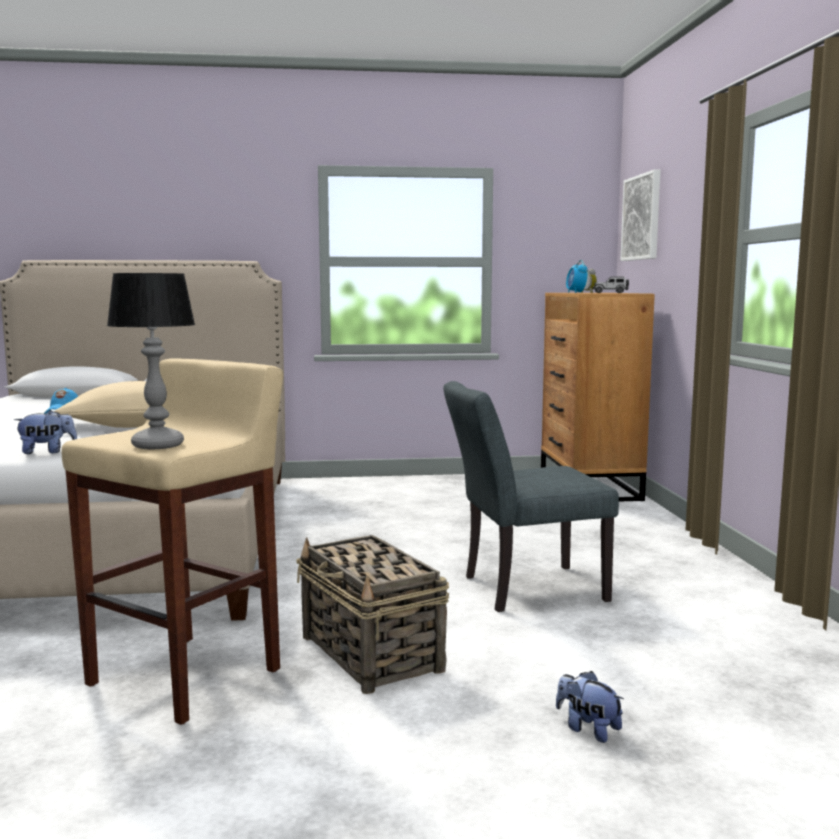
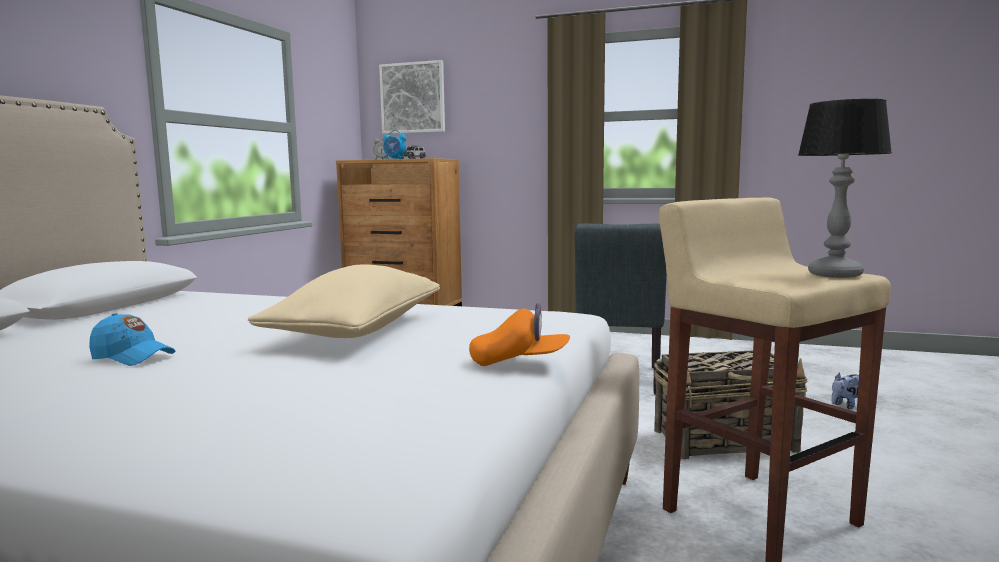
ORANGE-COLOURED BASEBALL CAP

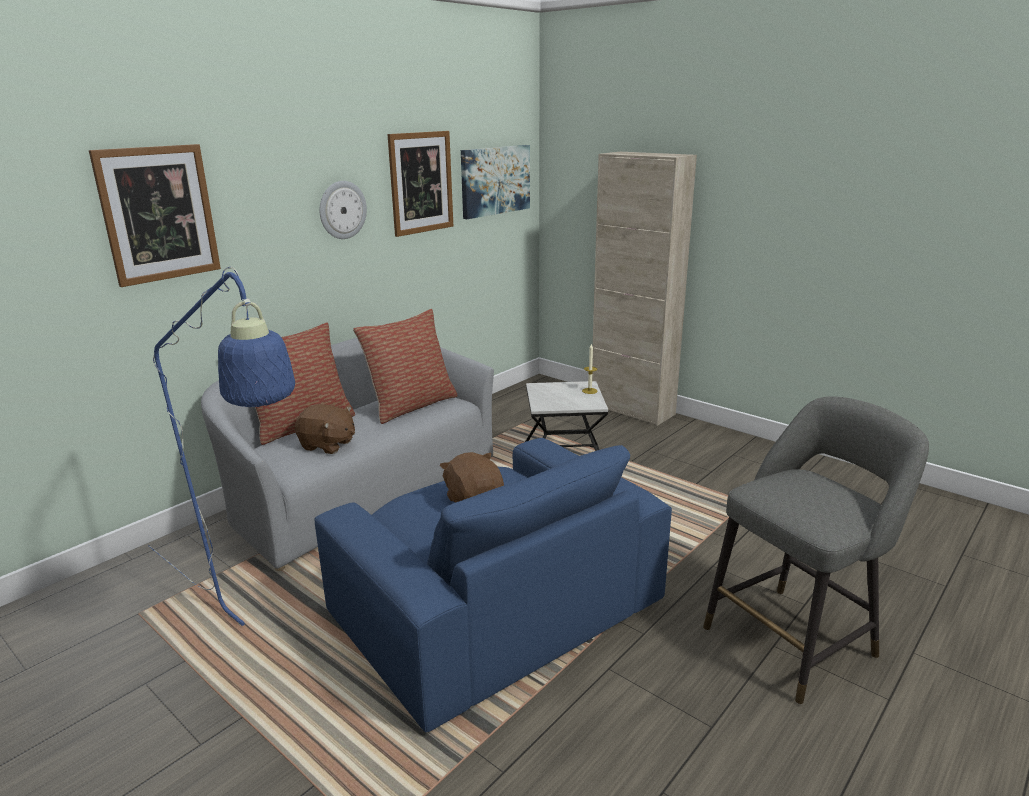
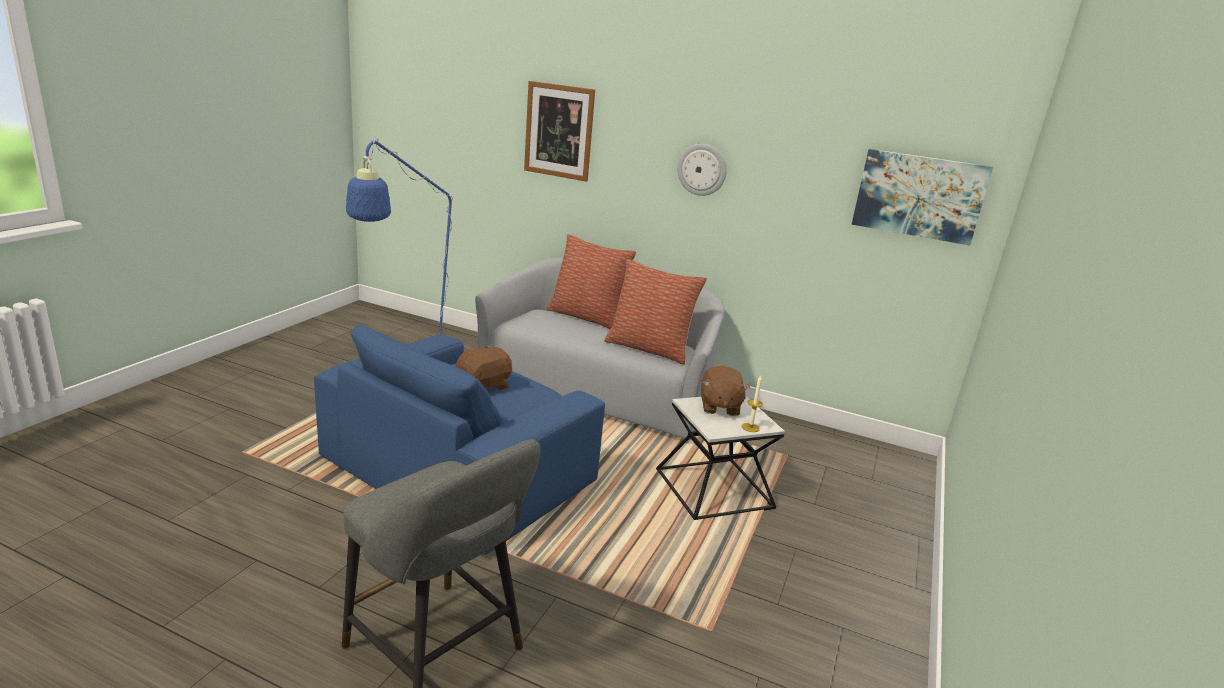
BROWN-COLOURED PLUSH TOY (no. 2 from left)
WALL PICTURE (no. 2 from left in the first image)
BEIGE-COLOURED CUPBOARD

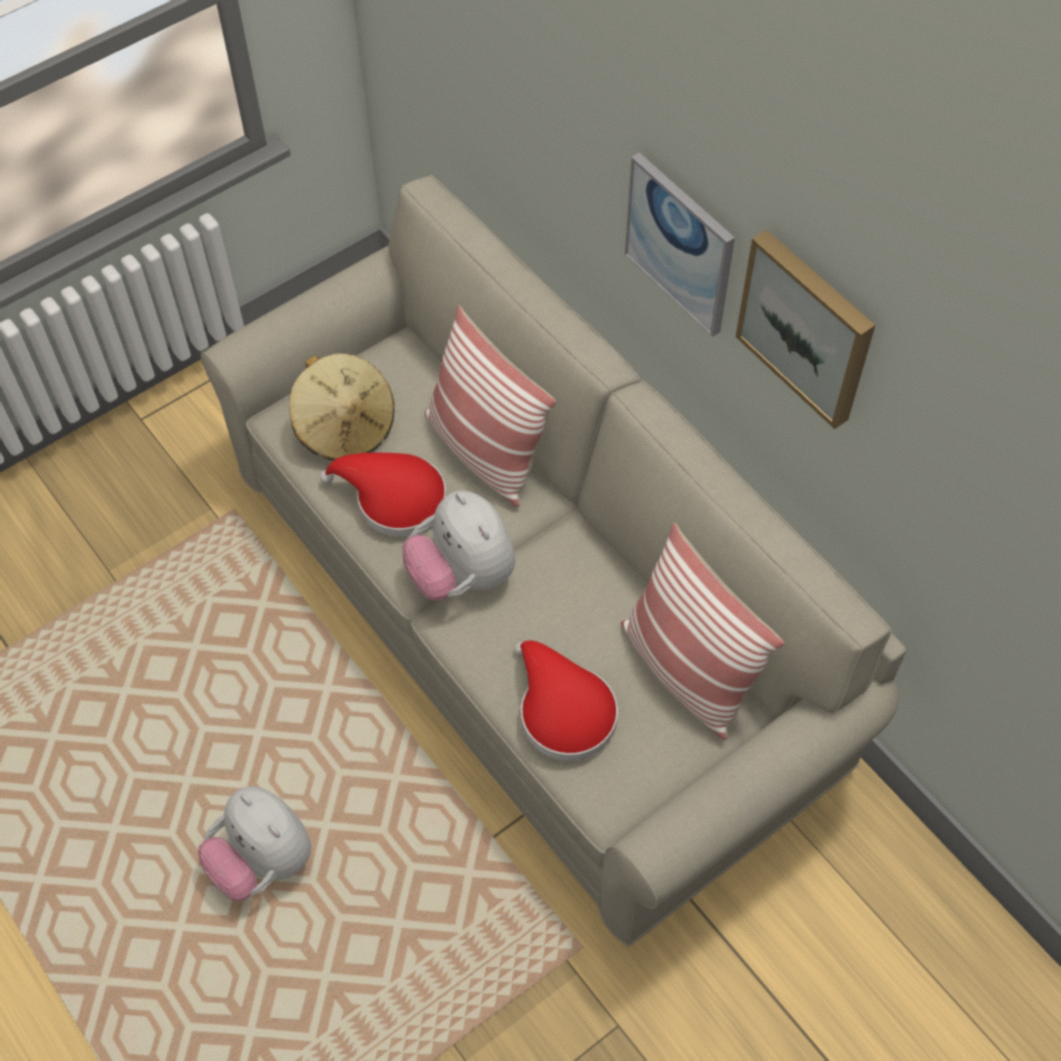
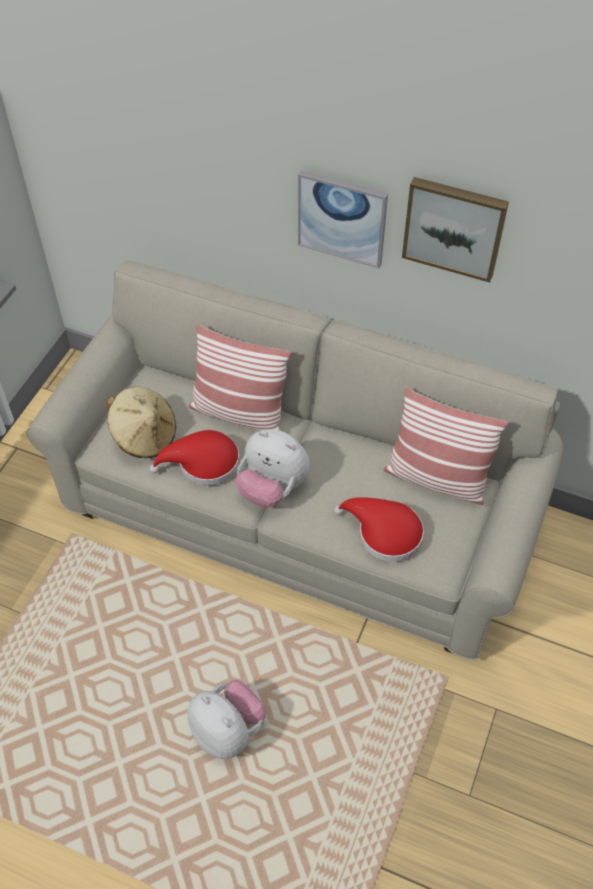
PLUSH TOY (no. 1 from left)

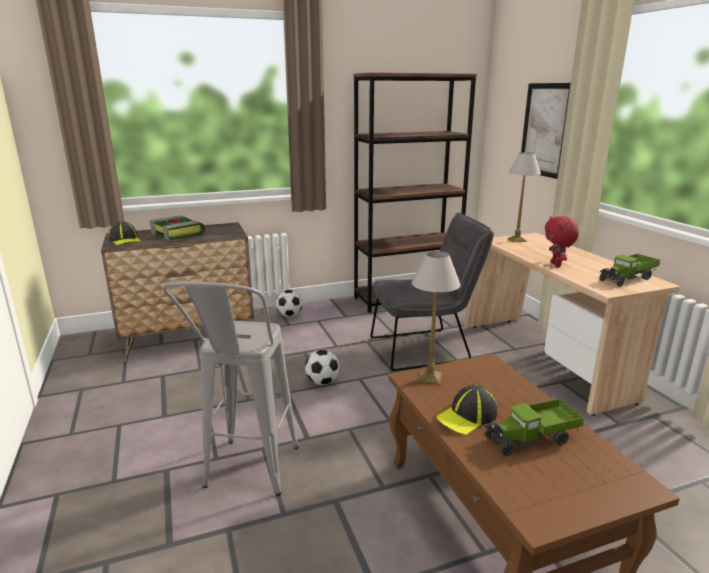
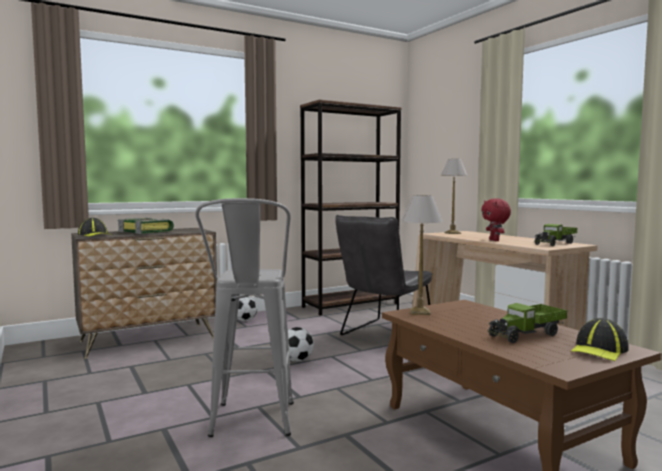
GREY CHAIR
BASEBALL CAP (no. 2 from left)
WALL PICTURE

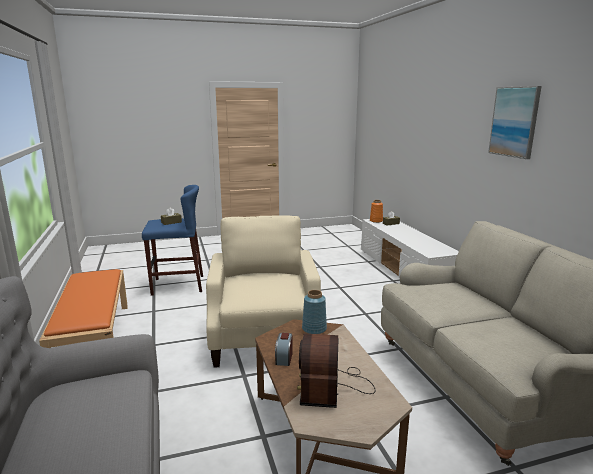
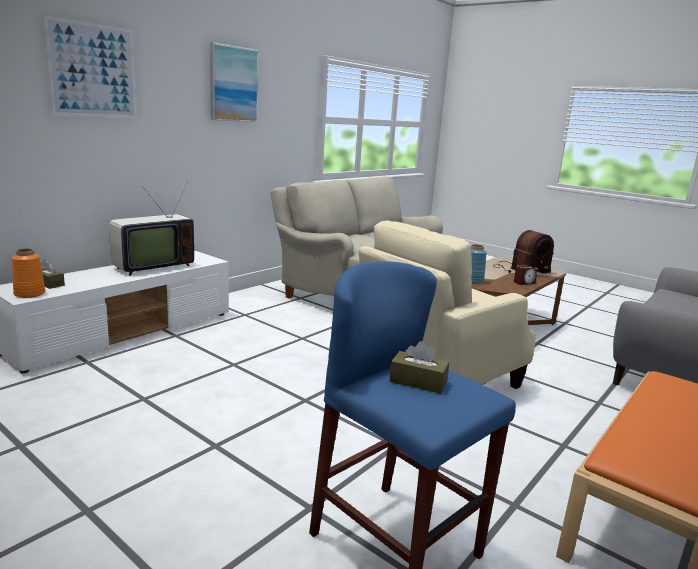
WALL PICTURE (no. 1 from left)
TV

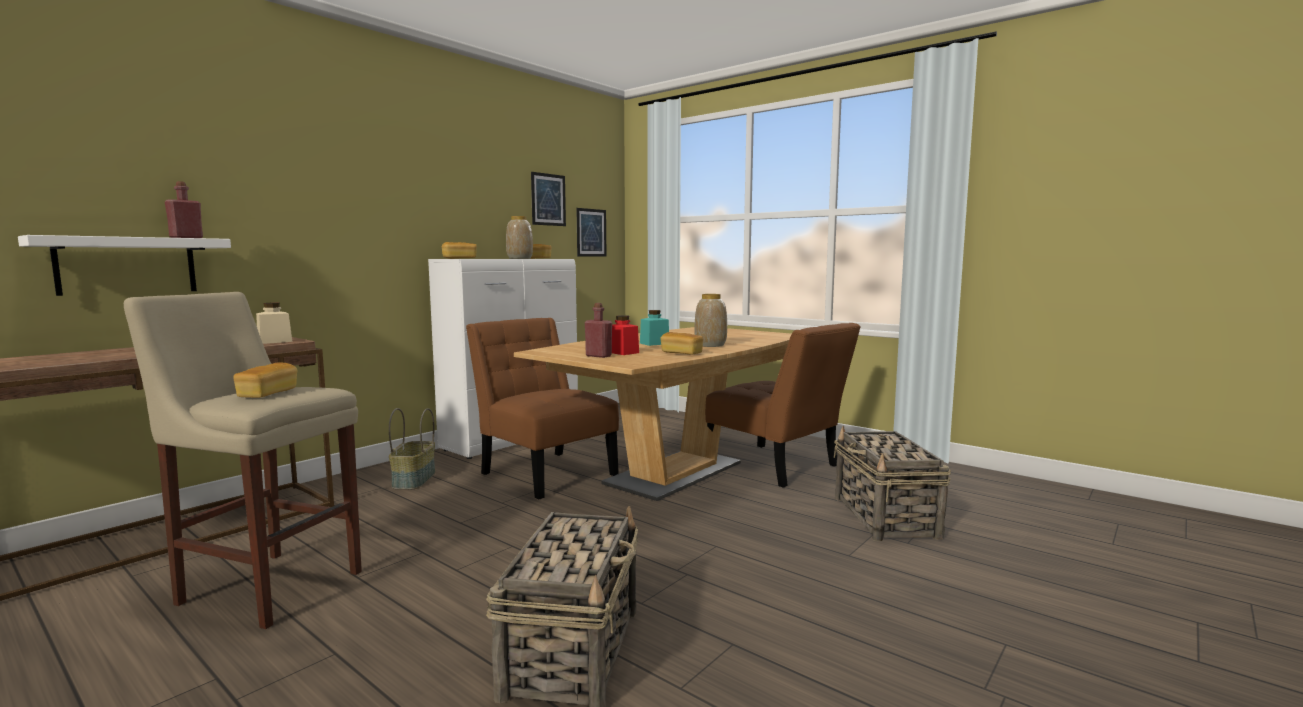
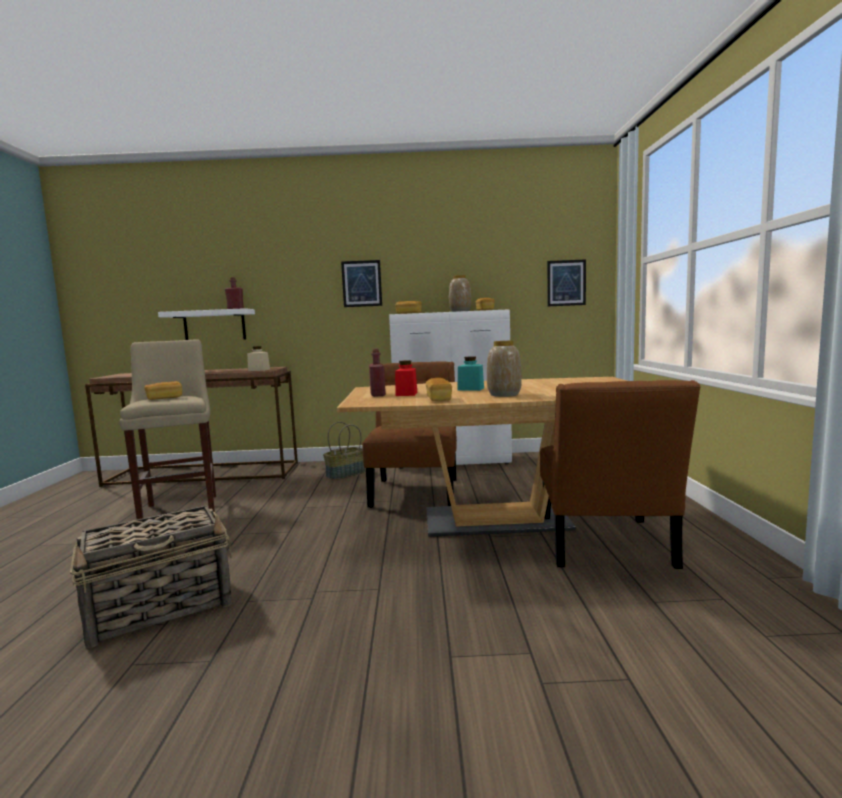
WALL PICTURE (no. 1 from left)
STORAGE BASKET (no. 3 from left in the first image)

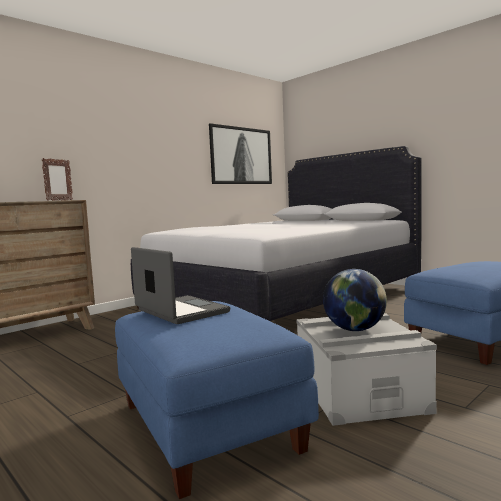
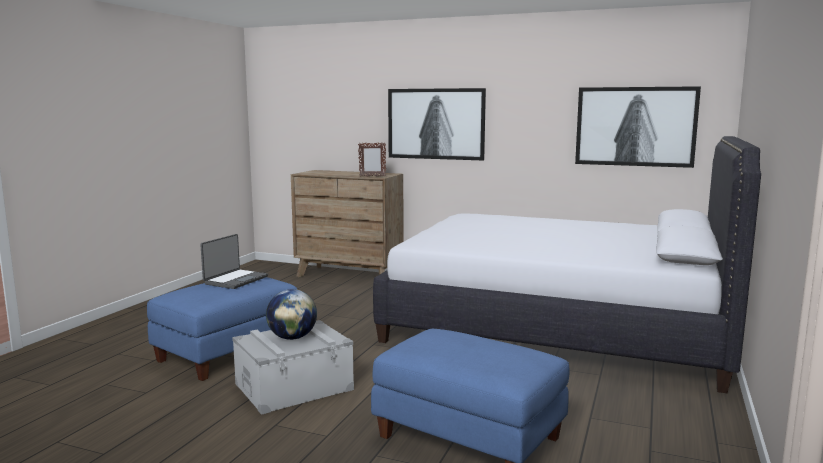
WALL PICTURE (no. 1 from left)

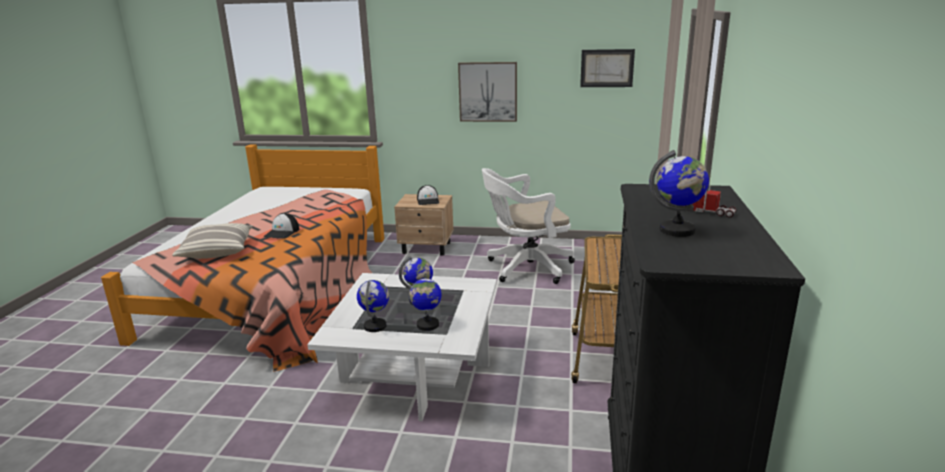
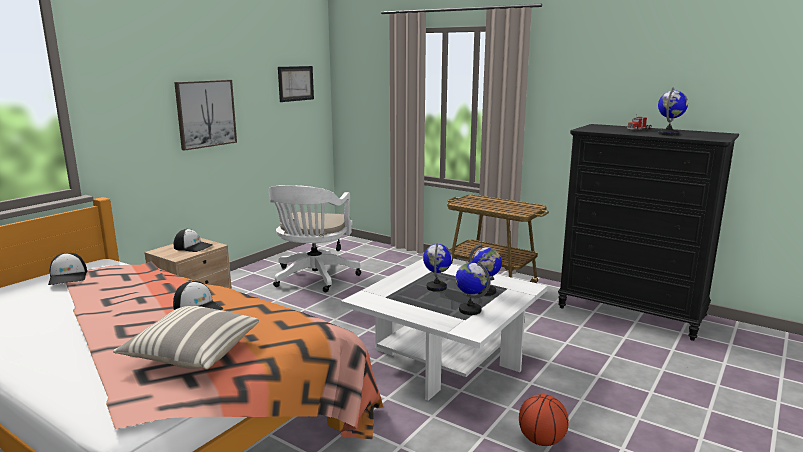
BASEBALL CAP (no. 1 from left)
BASKETBALL

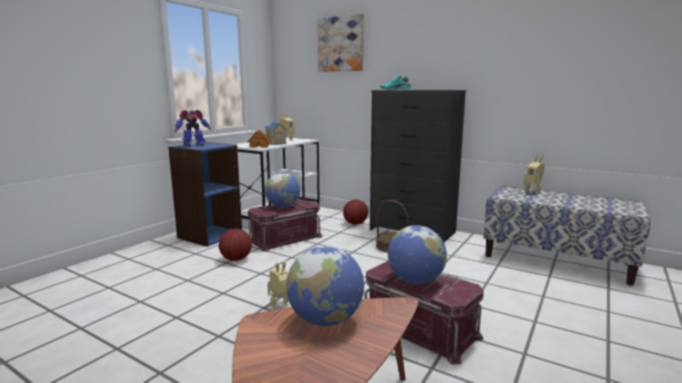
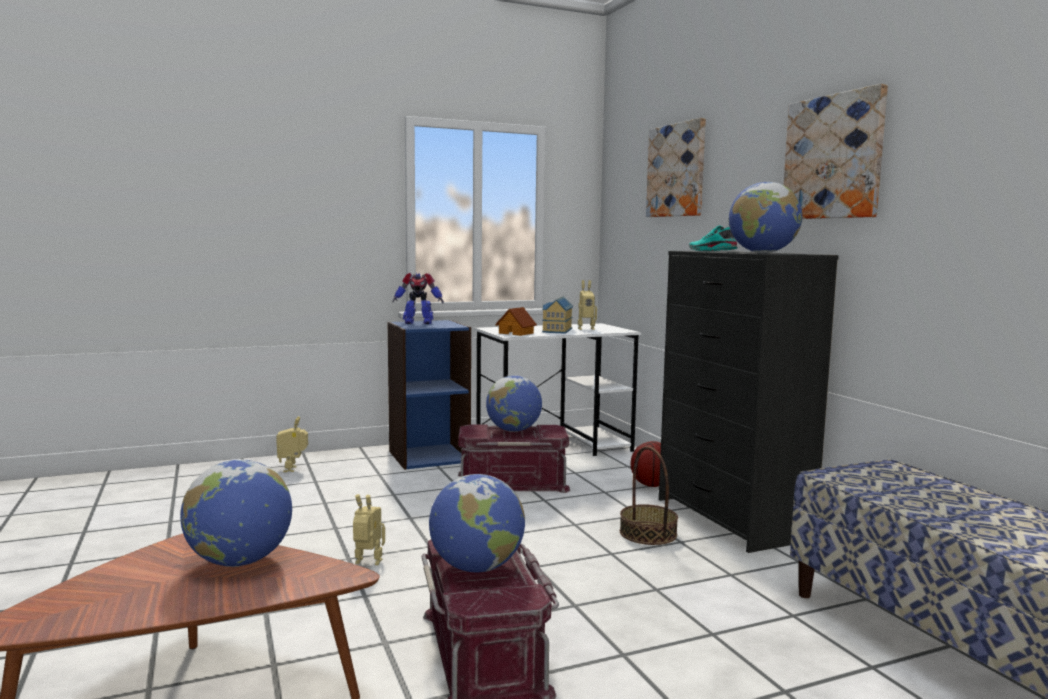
BASKETBALL (no. 1 from left in the first image)
ROBOT FIGURE (no. 1 from left)
WORLD GLOBE (no. 4 from left)
WALL PICTURE (no. 2 from left)

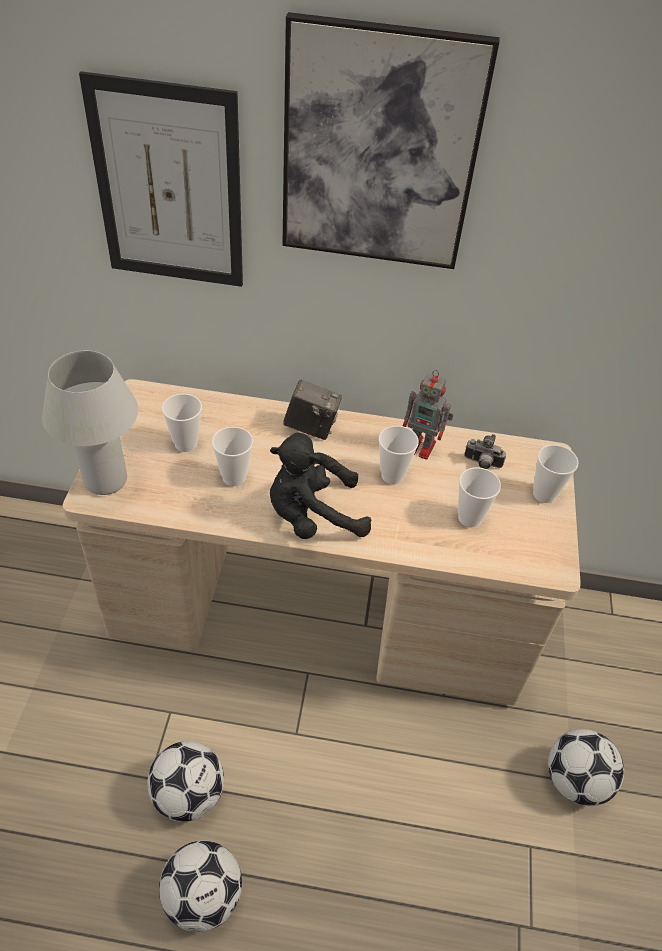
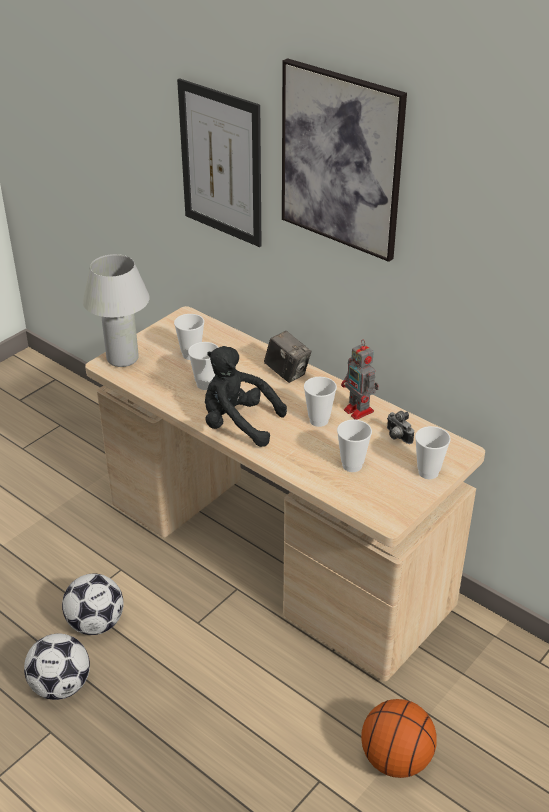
BASKETBALL

